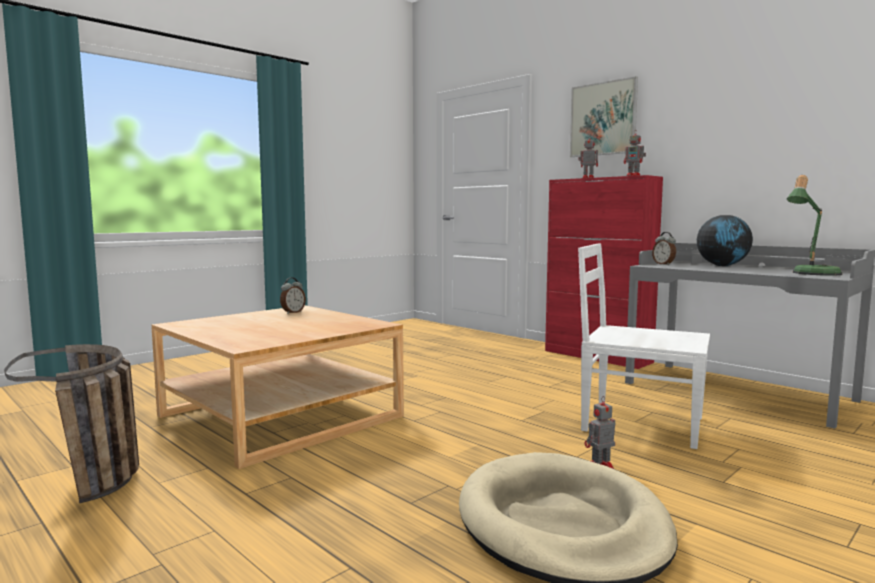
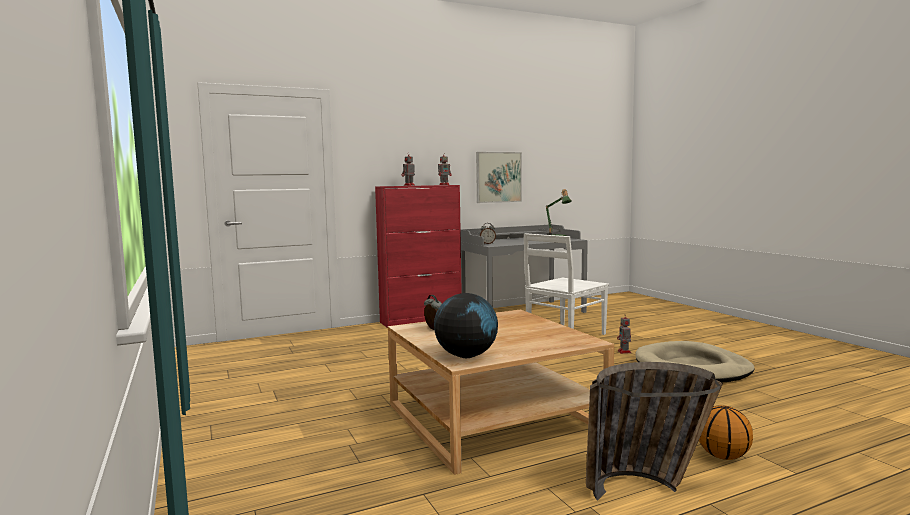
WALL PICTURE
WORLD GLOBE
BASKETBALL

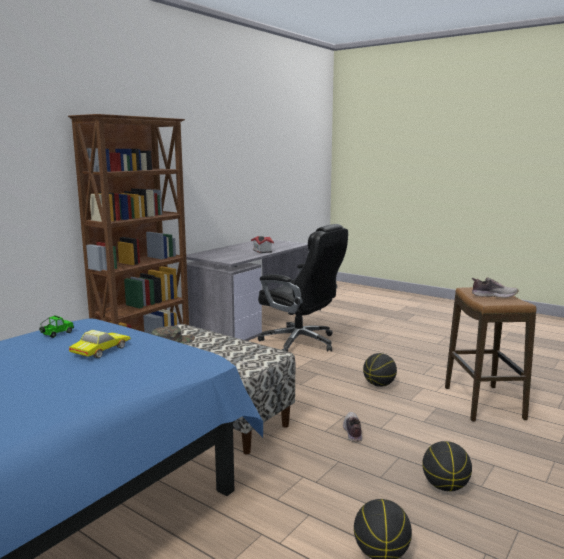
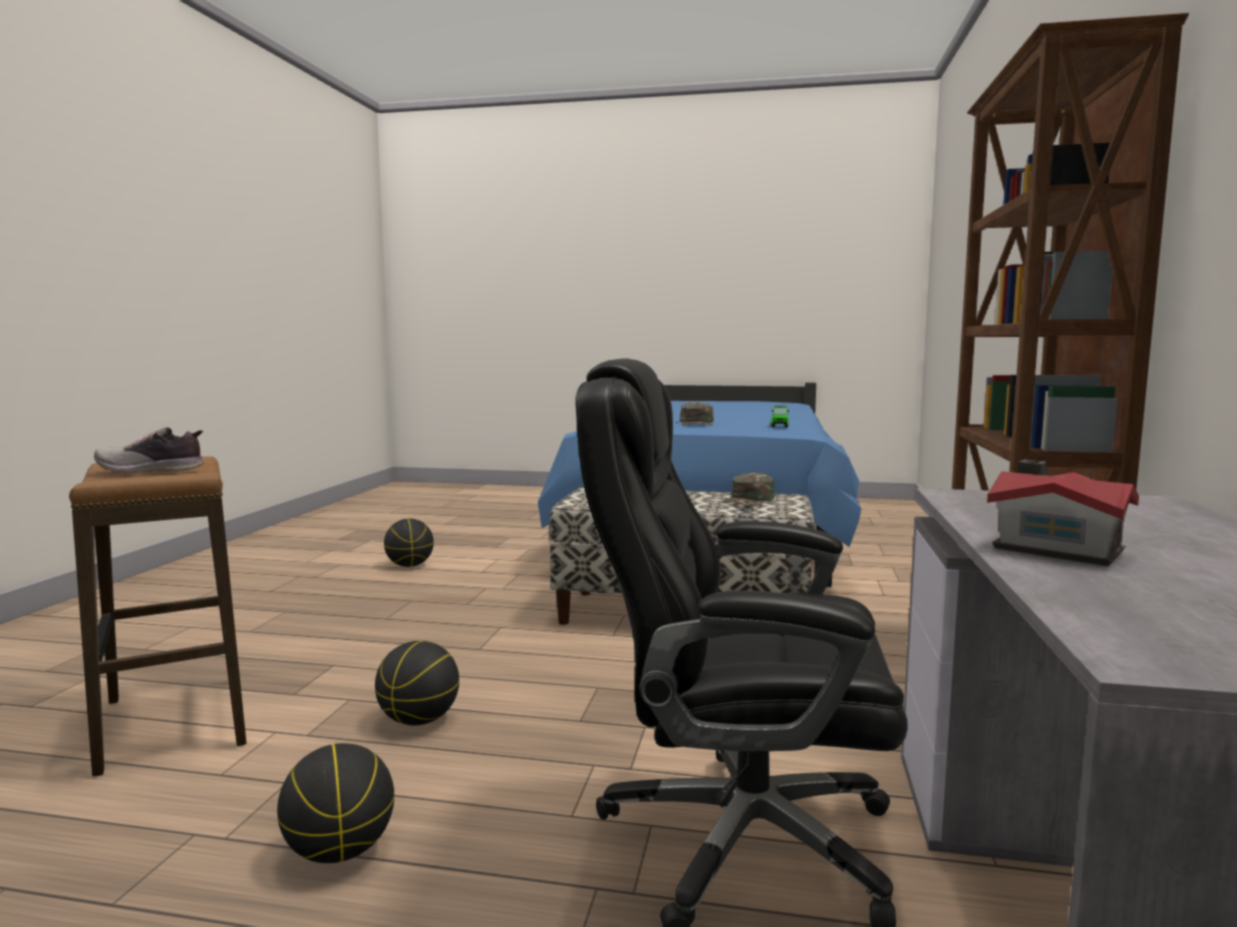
GREENISH BASEBALL CAP (no. 1 from left)
ITEM OF FOOTWEAR (no. 1 from left in the first image)
BASKETBALL (no. 1 from left)

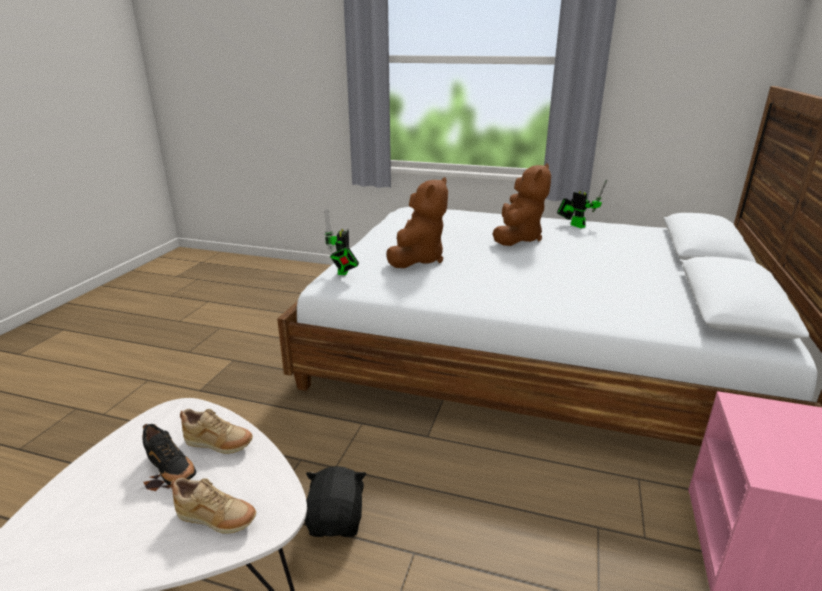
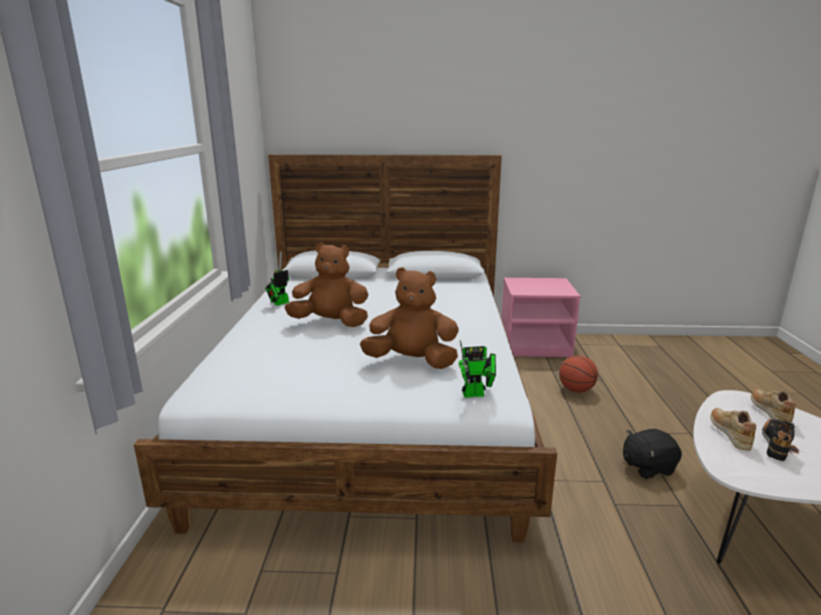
BASKETBALL

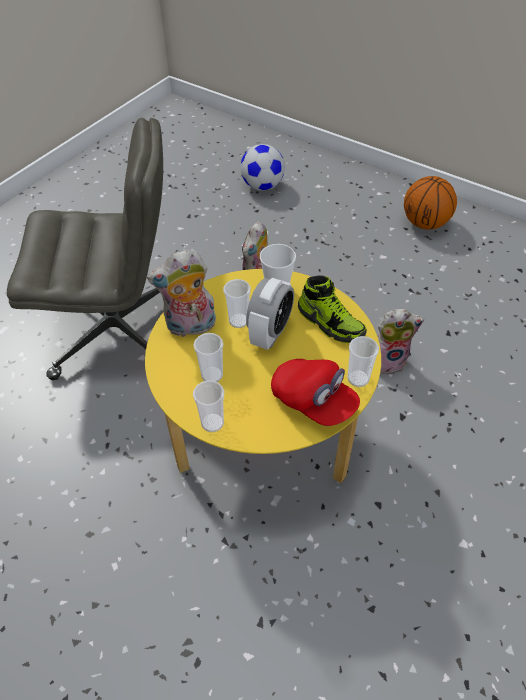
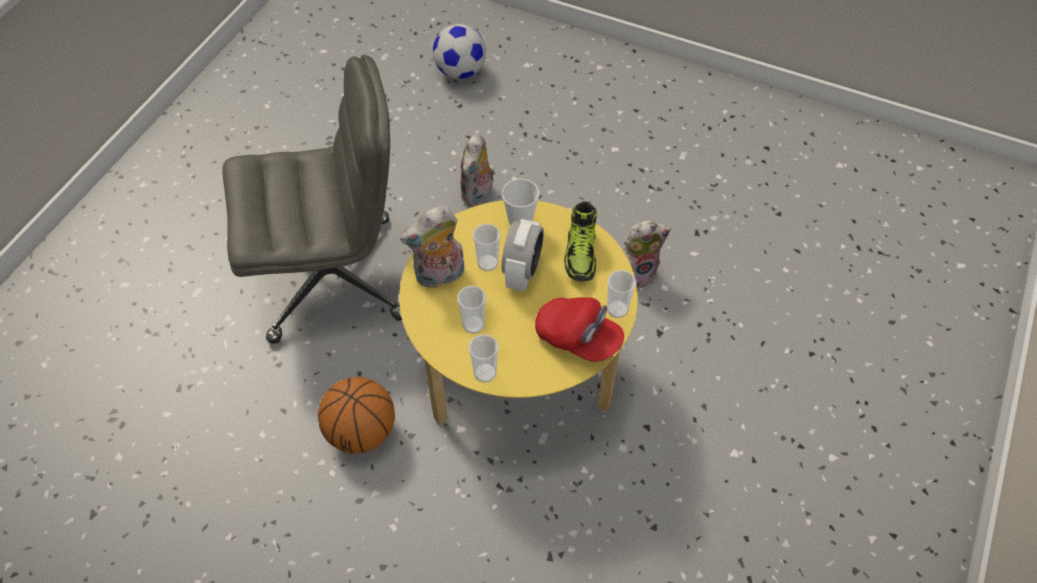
ITEM OF FOOTWEAR
BASKETBALL

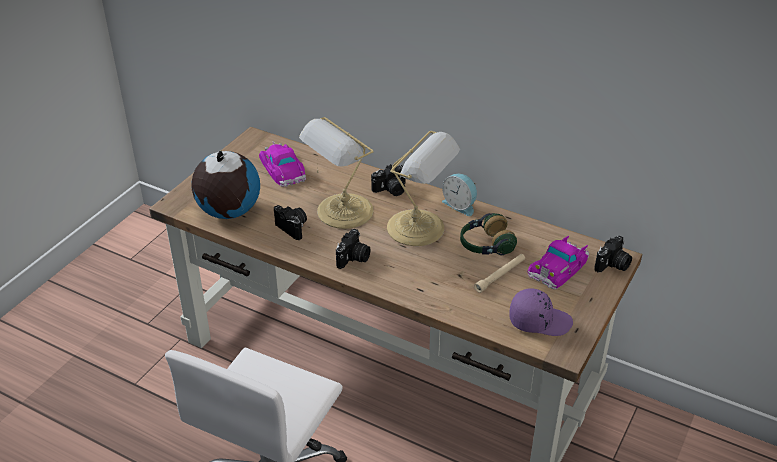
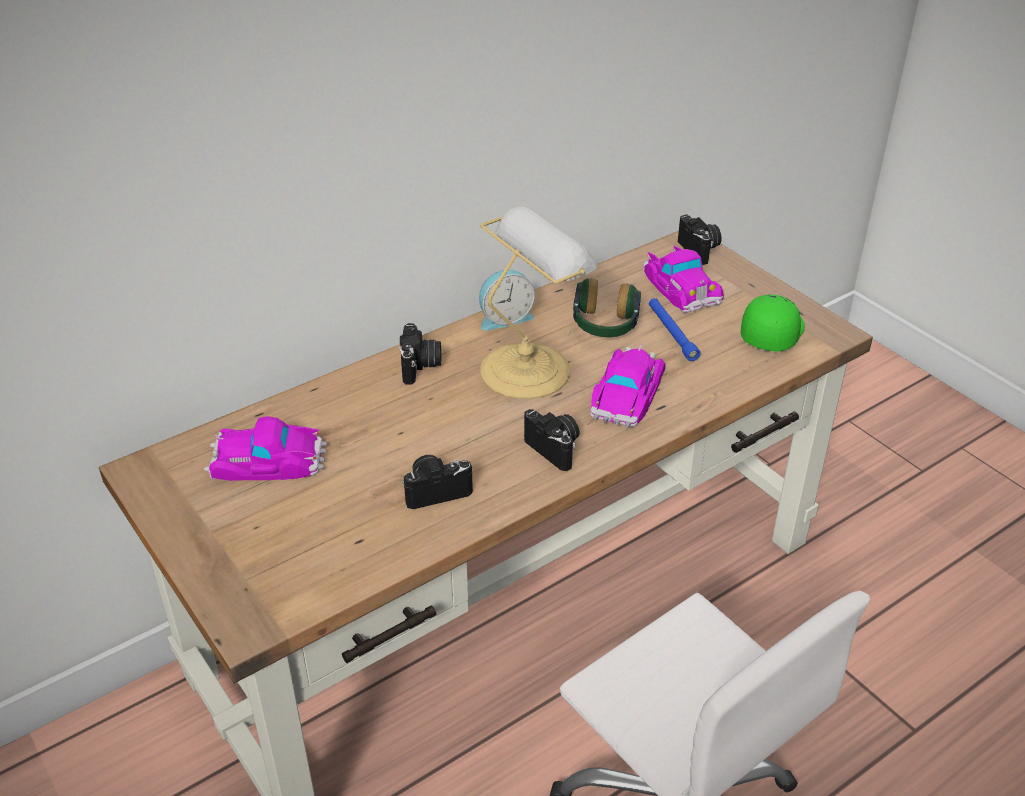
WORLD GLOBE
TABLE LAMP (no. 1 from left in the first image)
BLUE-COLOURED FLASHLIGHT
GREENISH BASEBALL CAP
MINIATURE CAR (no. 2 from left)

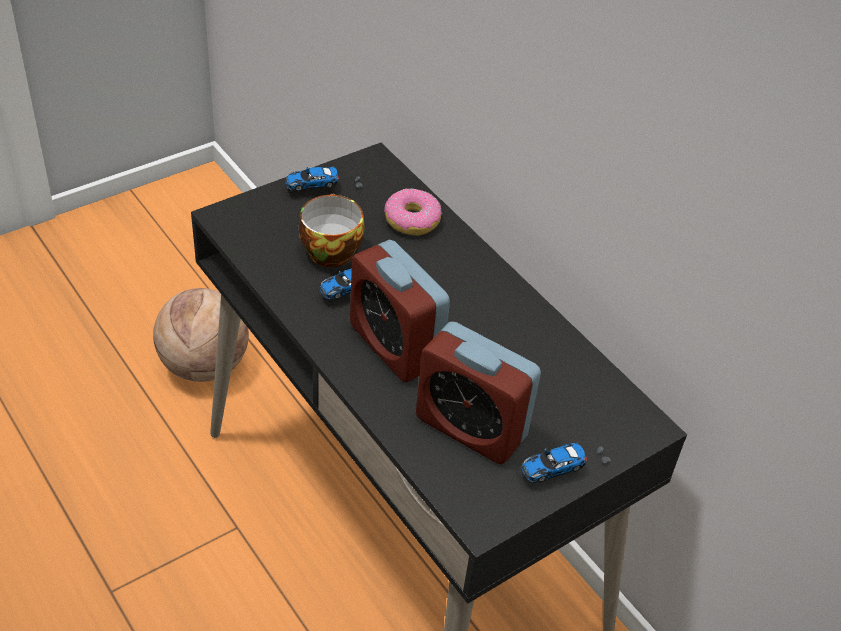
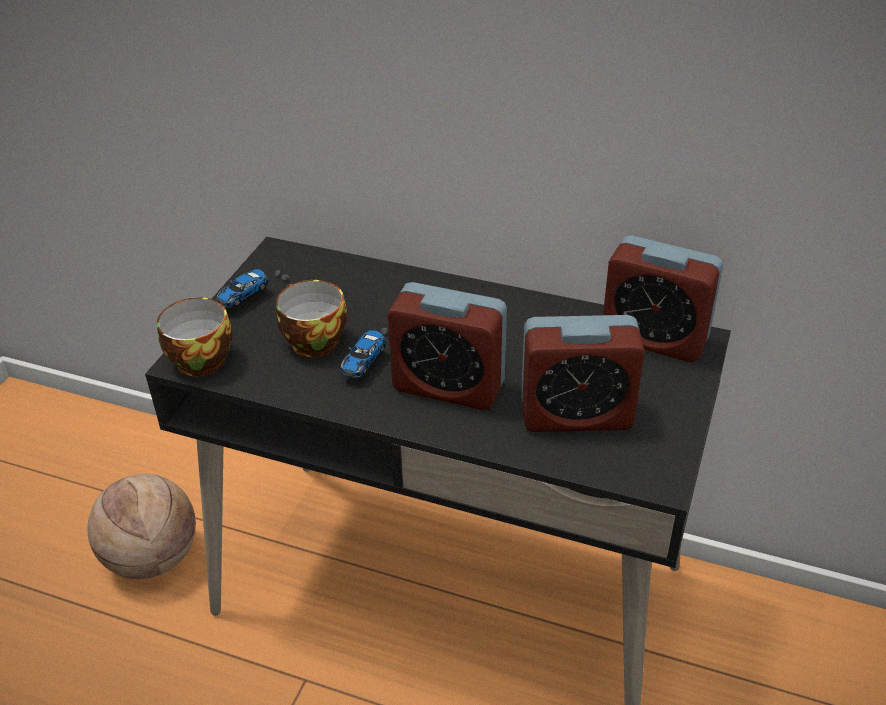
RING DOUGHNUT
MINIATURE CAR (no. 3 from left in the first image)
DRINKING CUP (no. 1 from left)
TABLE CLOCK (no. 3 from left)

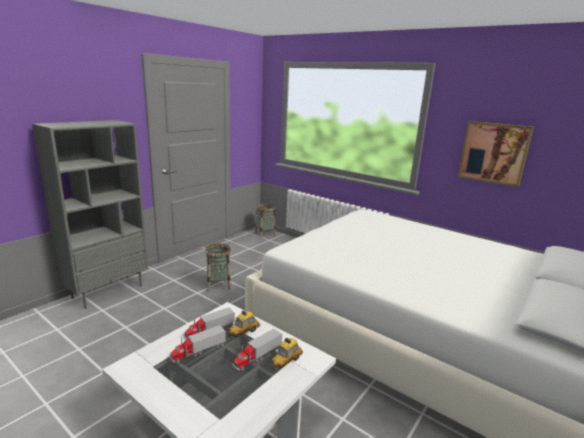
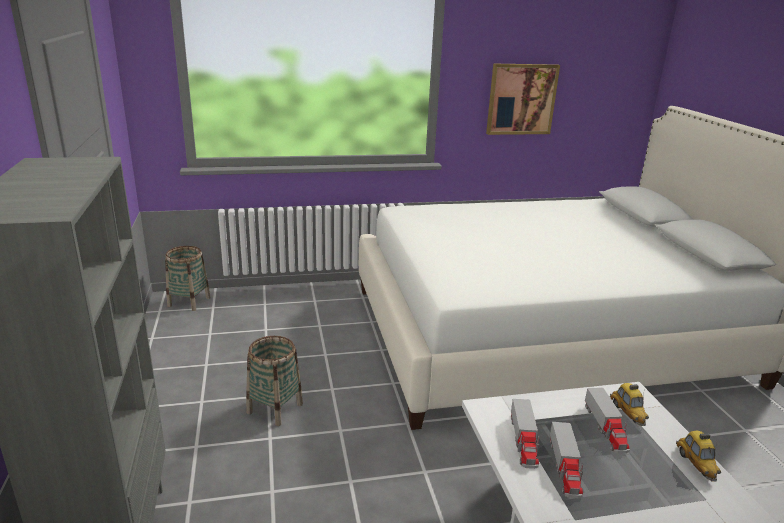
MINIATURE CAR (no. 2 from left)

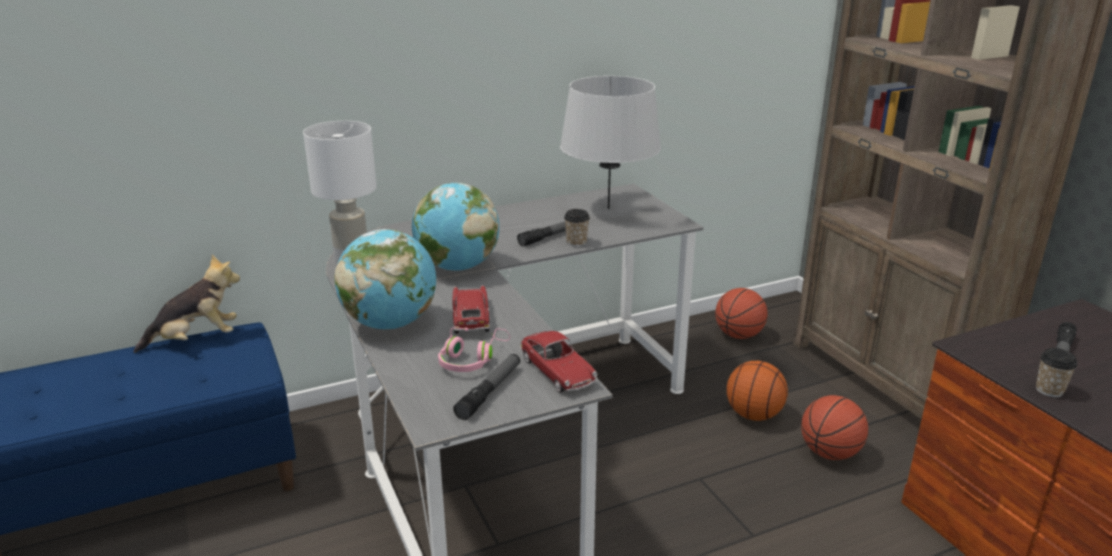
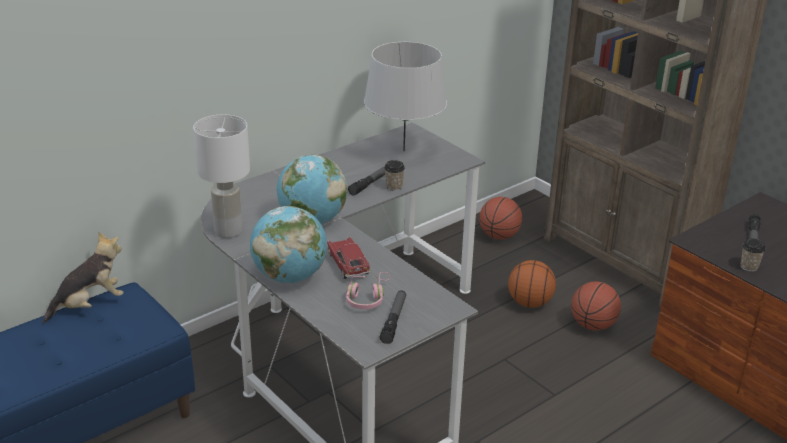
MINIATURE CAR (no. 2 from left in the first image)

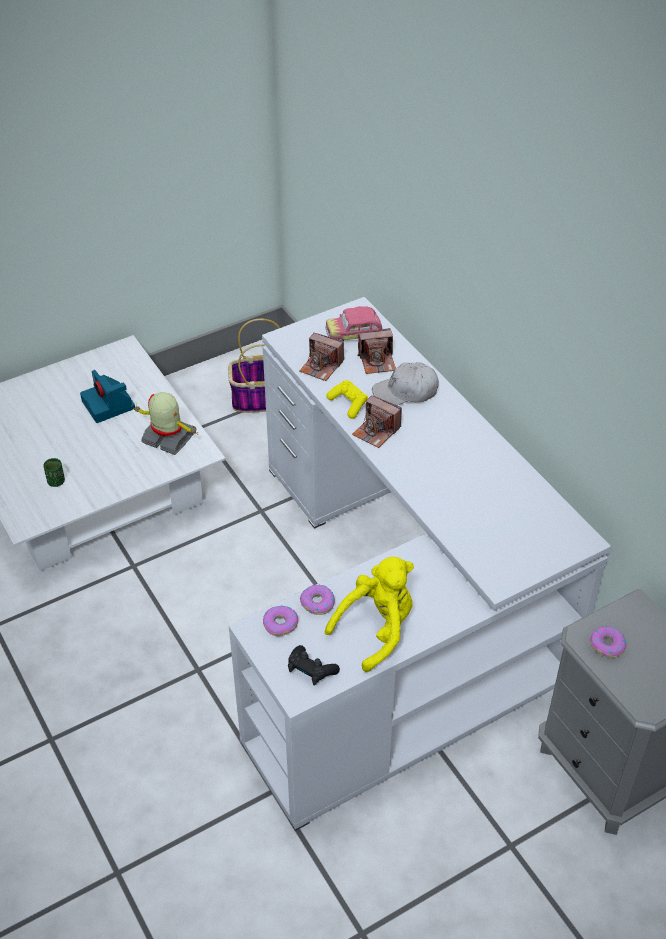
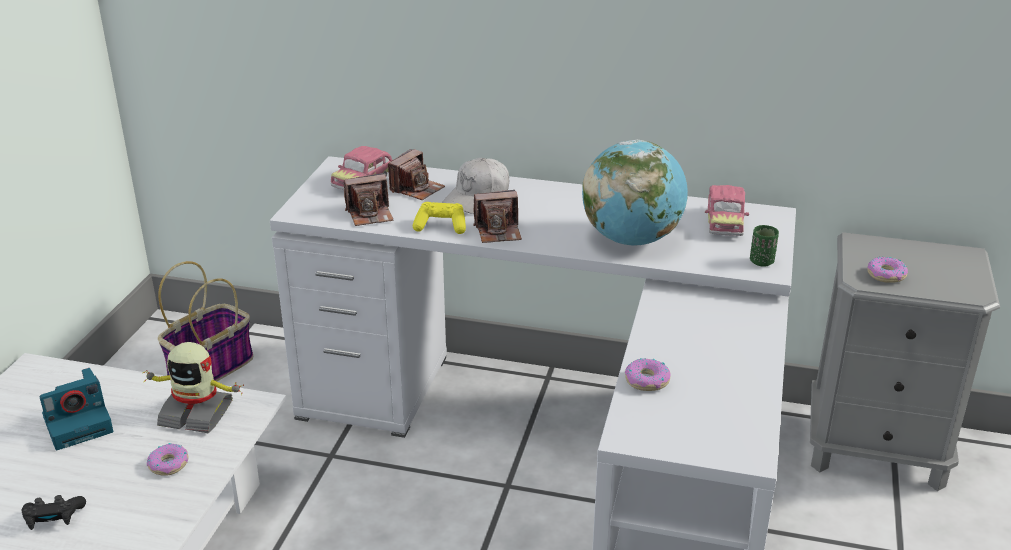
GREENISH DRINKING CUP
PHOTO CAMERA (no. 1 from left)
ROBOT FIGURE
RING DOUGHNUT (no. 1 from left)
BLACKISH GAMEPAD
YELLOWISH PLUSH TOY
WORLD GLOBE
MINIATURE CAR (no. 2 from left)

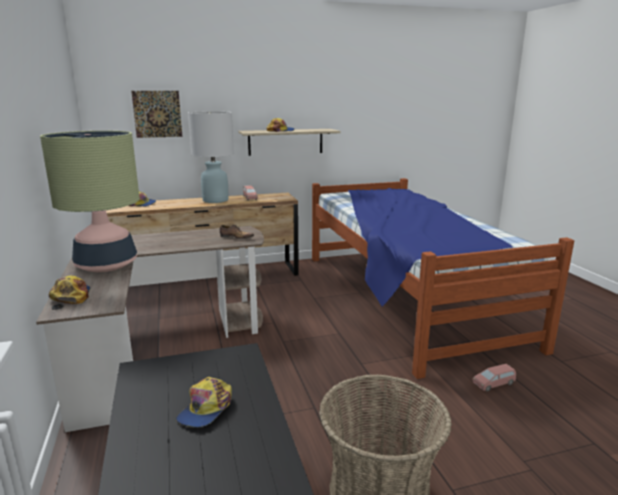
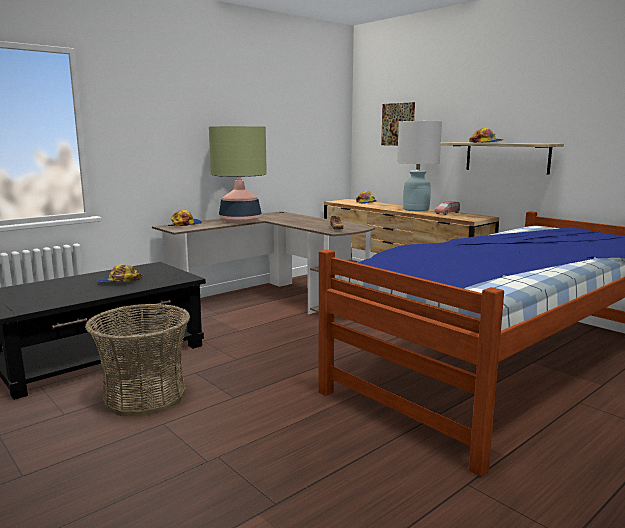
PINKISH MINIATURE CAR (no. 2 from left in the first image)

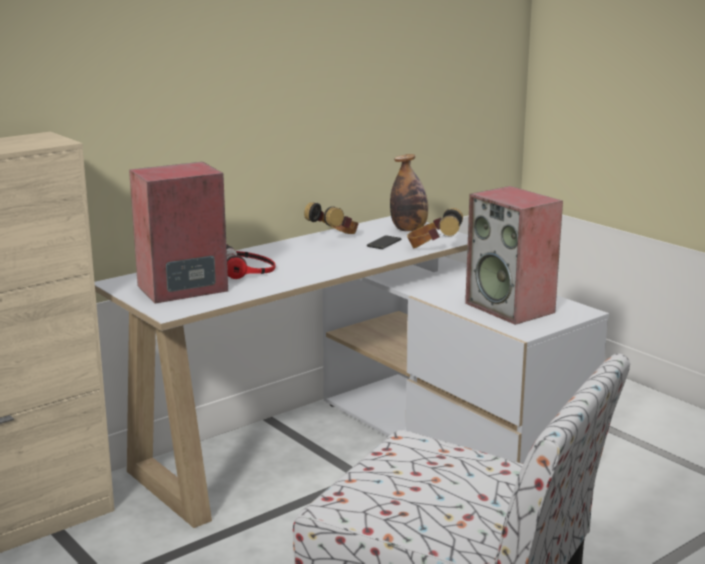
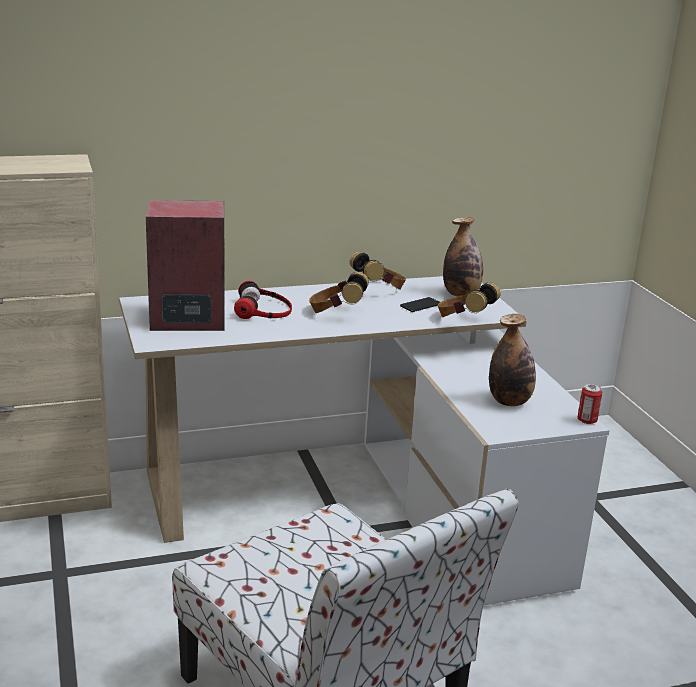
BEVERAGE BOTTLE (no. 2 from left)
HEADPHONES (no. 2 from left)
METAL CAN

